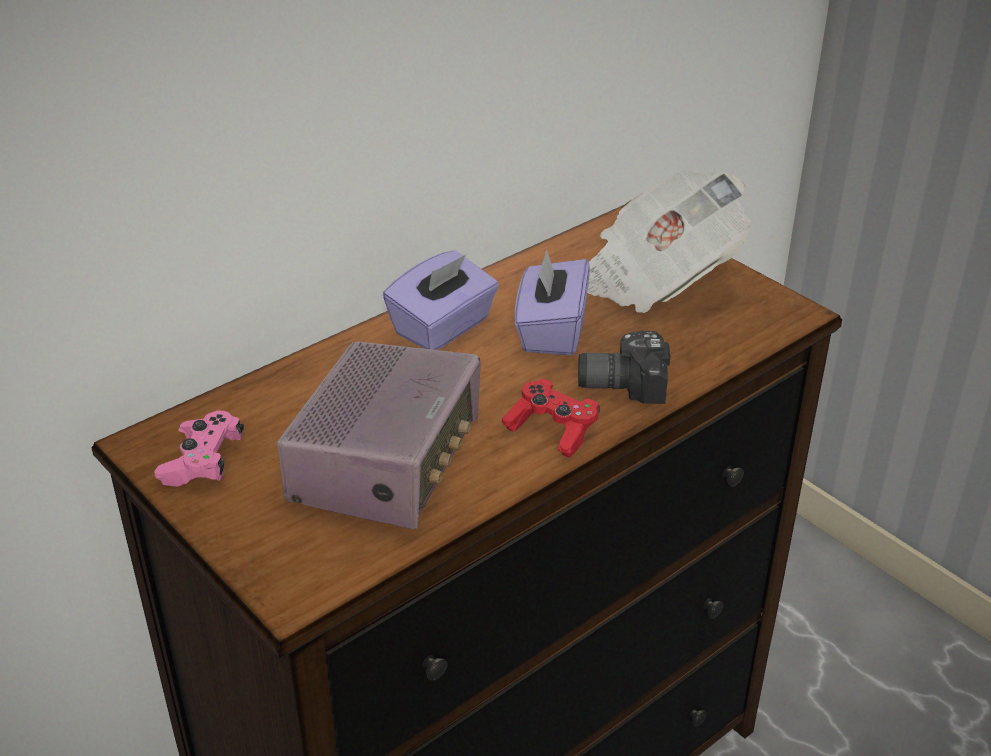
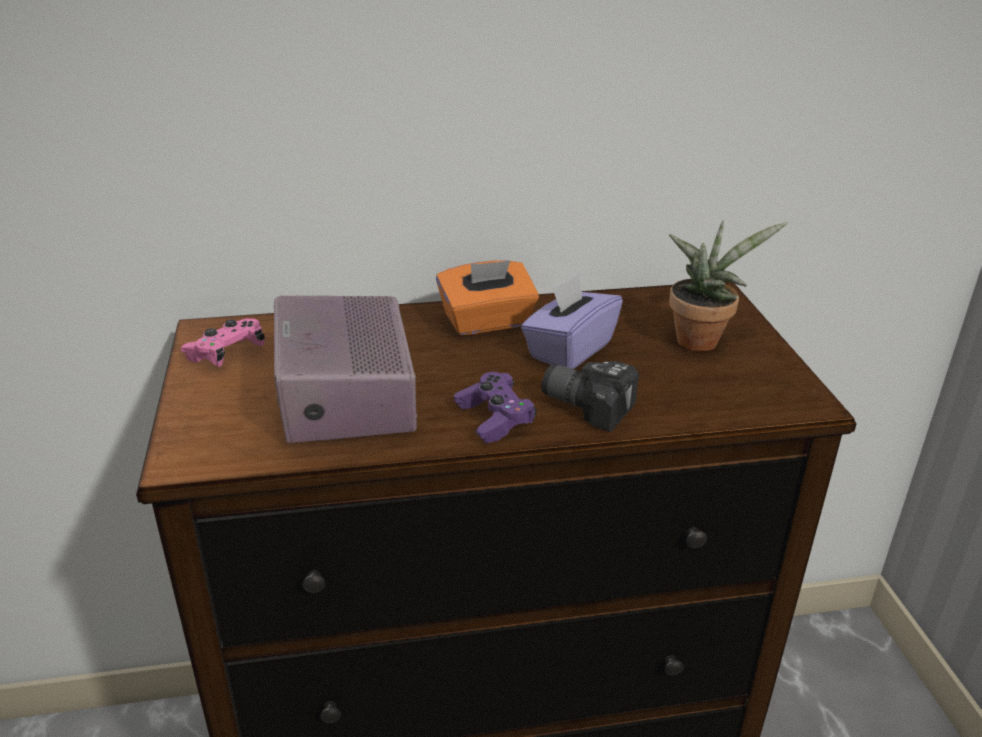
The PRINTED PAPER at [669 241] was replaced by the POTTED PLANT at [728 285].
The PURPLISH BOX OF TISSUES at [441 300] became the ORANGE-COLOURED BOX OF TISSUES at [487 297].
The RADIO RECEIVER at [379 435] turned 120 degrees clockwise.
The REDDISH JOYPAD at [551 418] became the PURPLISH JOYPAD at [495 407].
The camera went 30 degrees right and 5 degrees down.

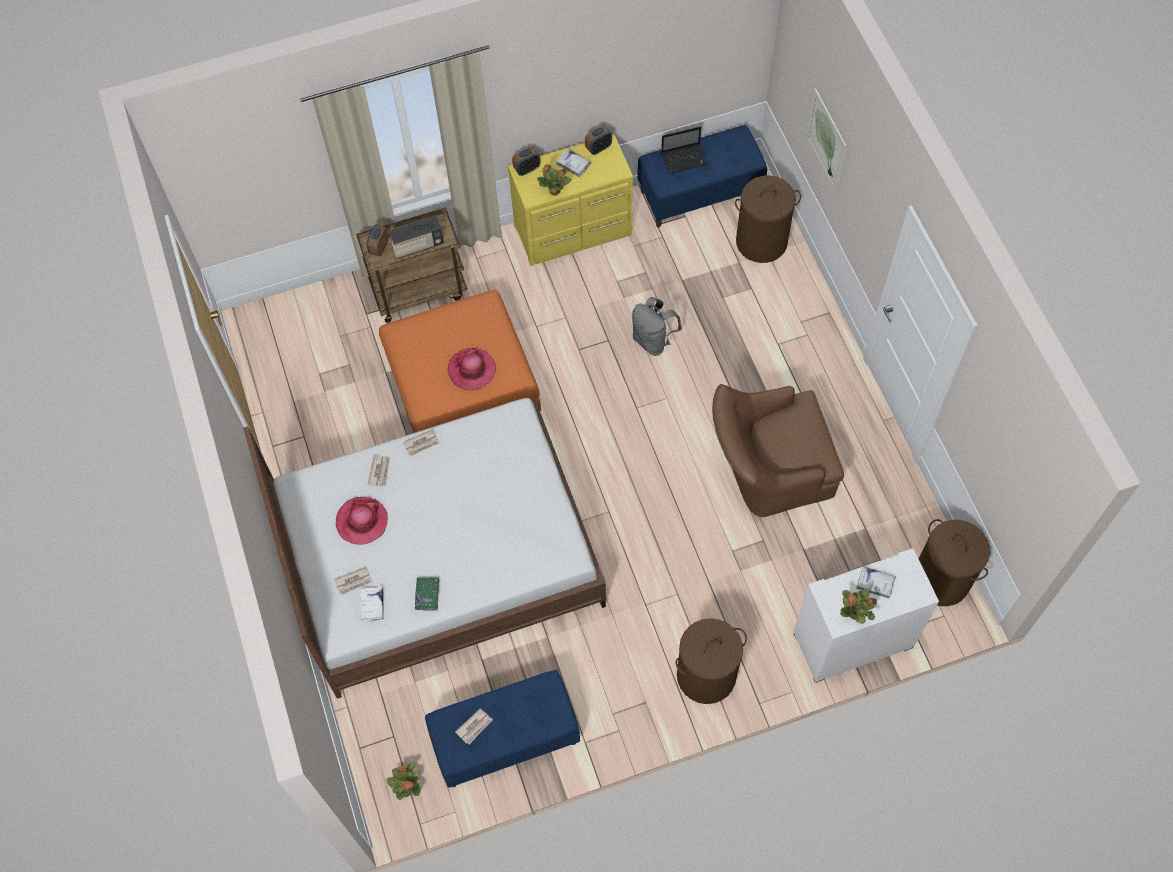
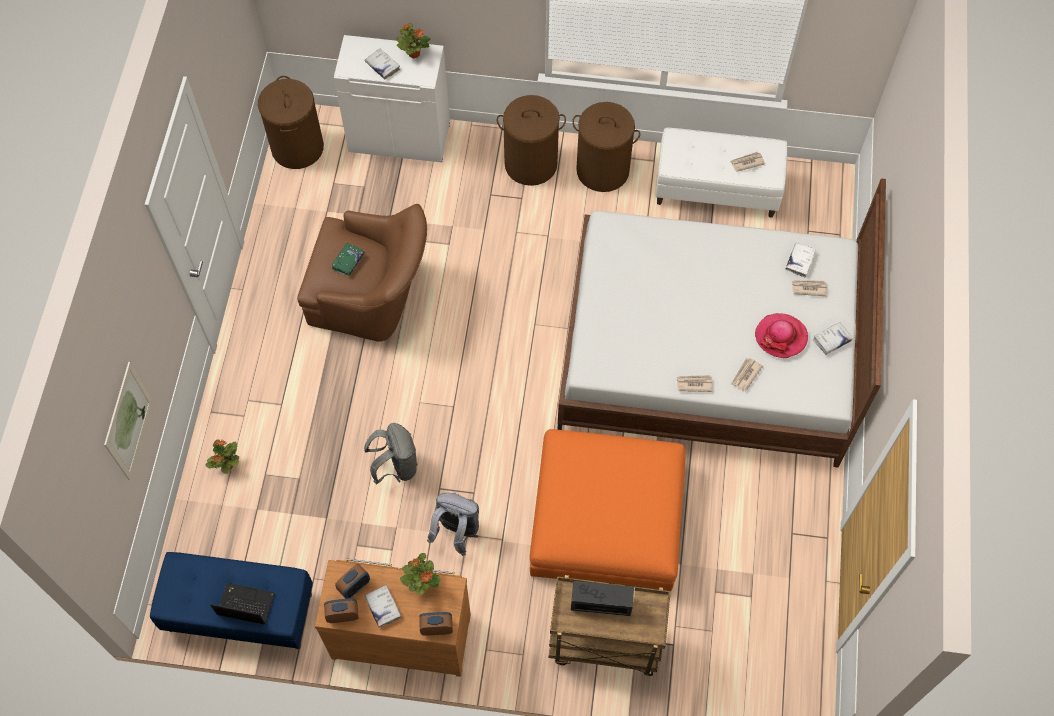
The YELLOW CHEST OF DRAWERS at [570 200] became the BROWN-COLOURED CHEST OF DRAWERS at [393 618].
The BROWN-COLOURED LAUNDRY BASKET moved from [768 219] to [606 147].
The ALARM CLOCK moved from [377 240] to [352 581].
The WEARABLE HAT at [472 369] disappeared.
The GREEN VOLUME moved from [427 594] to [348 259].
The BLUE-COLOURED LONG SEAT at [502 729] became the WHITE LONG SEAT at [721 173].
The POTTED PLANT moved from [403 781] to [222 456].
The WHITE VOLUME at [833 338] appeared.
The GREY RUCKSACK at [453 524] appeared.
The camera went 155 degrees left and 0 degrees up.

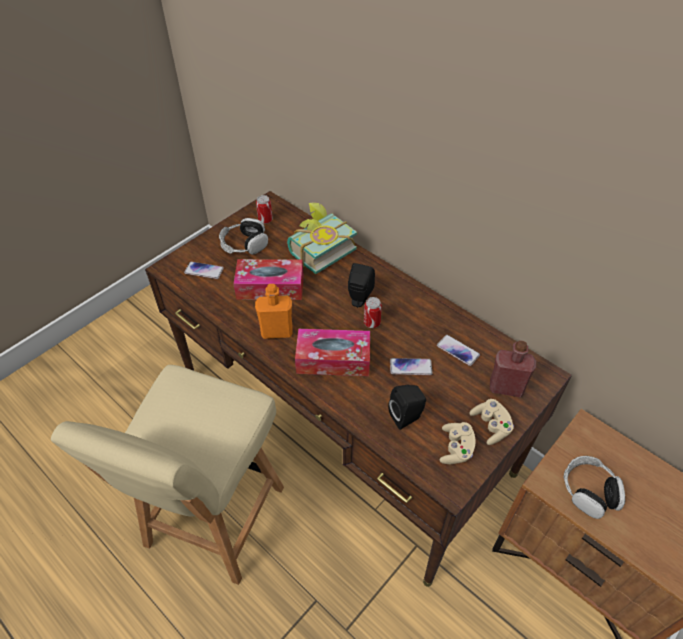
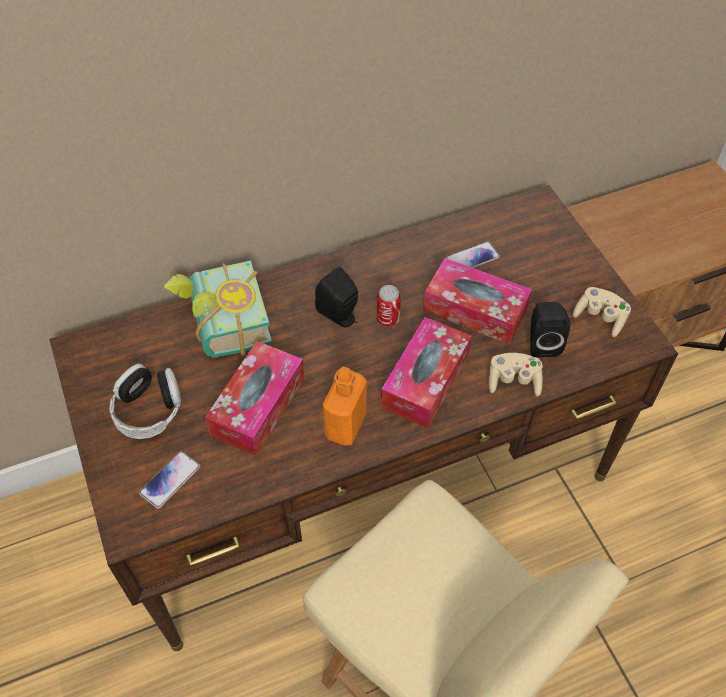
The SEALED CAN at [264 209] disappeared.
The REDDISH BOTTLE at [513 368] disappeared.
The PHONE at [411 366] was replaced by the BOX OF TISSUES at [477 301].
The BEIGE-COLOURED JOYPAD moved from [492 422] to [516 375].
The HEADPHONES at [594 487] disappeared.
The camera went 65 degrees left and 5 degrees up.

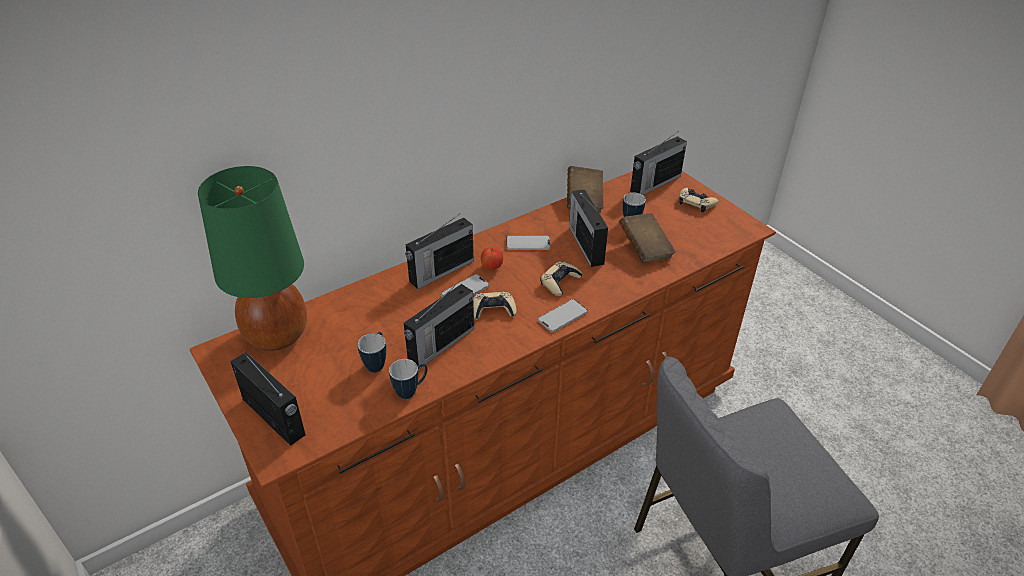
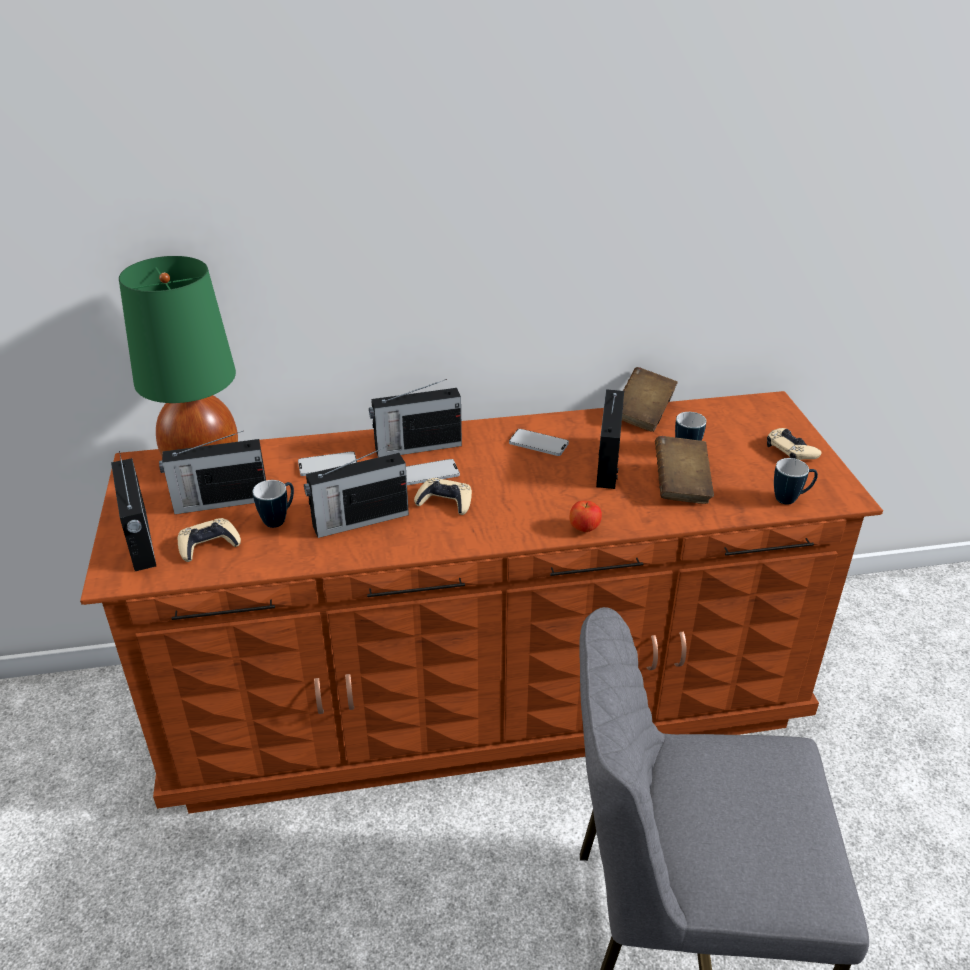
The RADIO RECEIVER moved from [658 163] to [212 472].
The WHOLE APPLE moved from [492 258] to [586 516].
The BEIGE-COLOURED JOYPAD moved from [561 279] to [209 540].
The PHONE moved from [563 315] to [327 463].
The MUG moved from [408 379] to [796 481].
The camera went 25 degrees right and 5 degrees down.

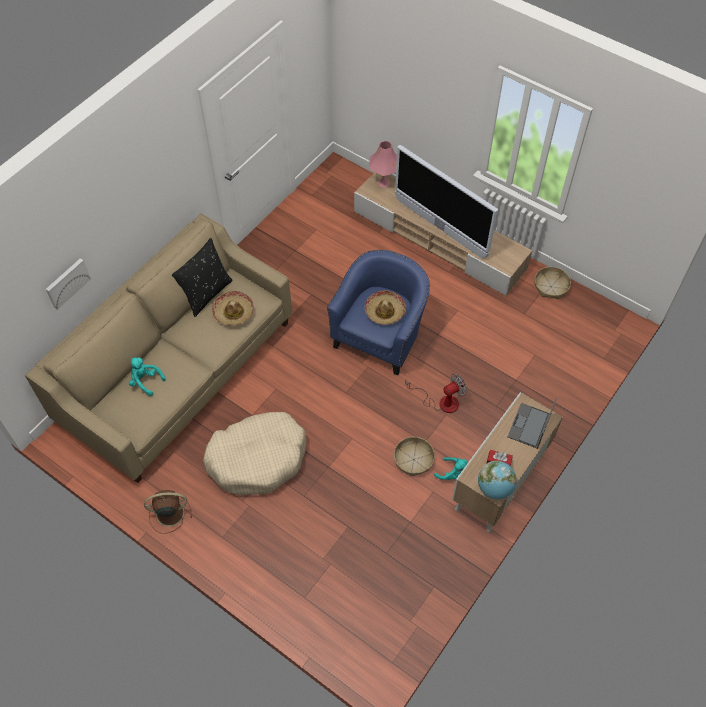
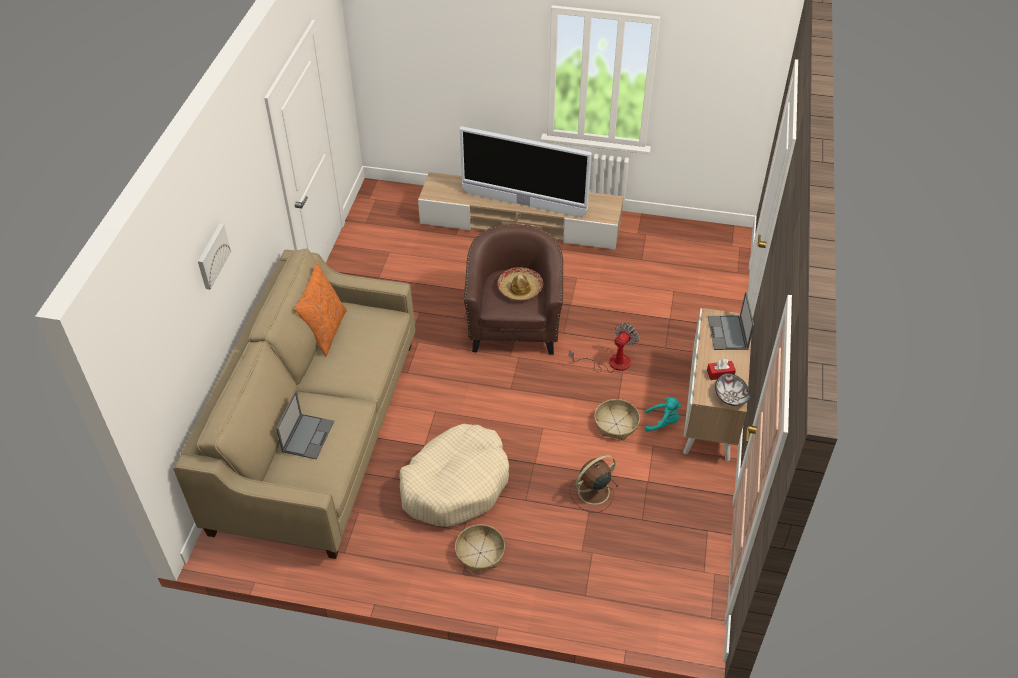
The PINK TABLETOP LAMP at [383 164] disappeared.
The BLACKISH PILLOW at [202 277] became the ORANGE-COLOURED PILLOW at [320 309].
The BLUE-COLOURED EASY CHAIR at [378 312] became the BROWN-COLOURED EASY CHAIR at [513 289].
The WALL ART moved from [68 284] to [214 257].
The STORAGE BASKET moved from [552 283] to [480 548].
The WEARABLE HAT at [233 308] disappeared.
The TURQUOISE SOFT TOY at [147 376] was replaced by the NOTEBOOK COMPUTER at [305 425].
The GLOBE at [497 480] was replaced by the SERVING BOWL at [733 390].
The BROWN-COLOURED ELECTRIC FAN moved from [168 512] to [594 484].
The camera went 25 degrees left and 10 degrees down.

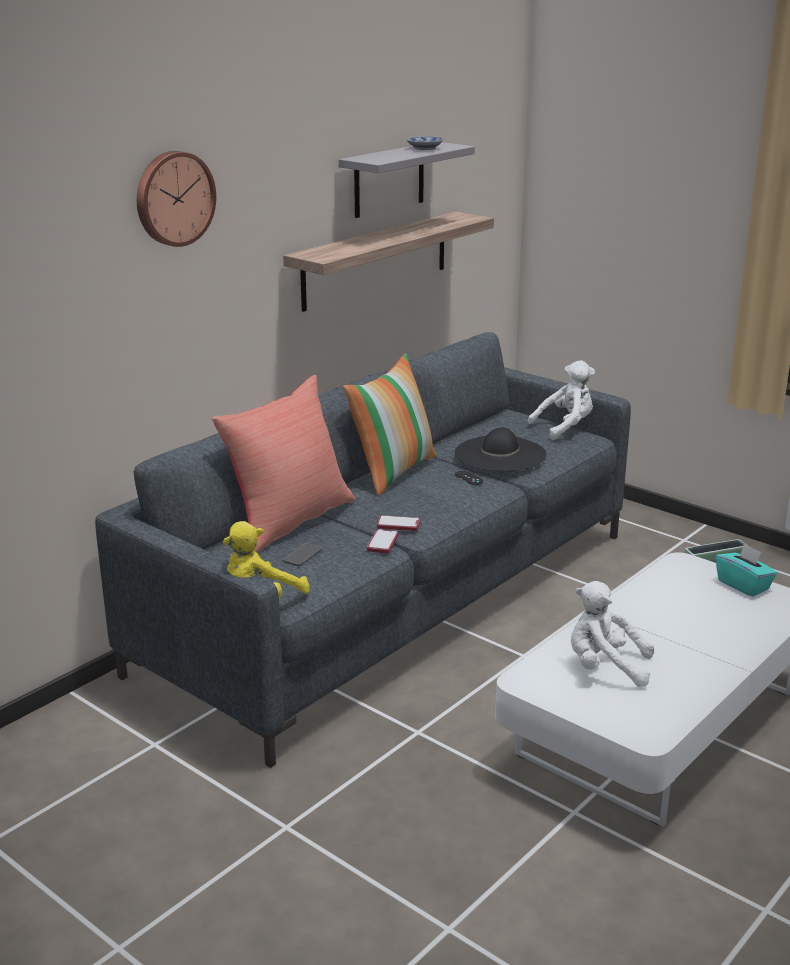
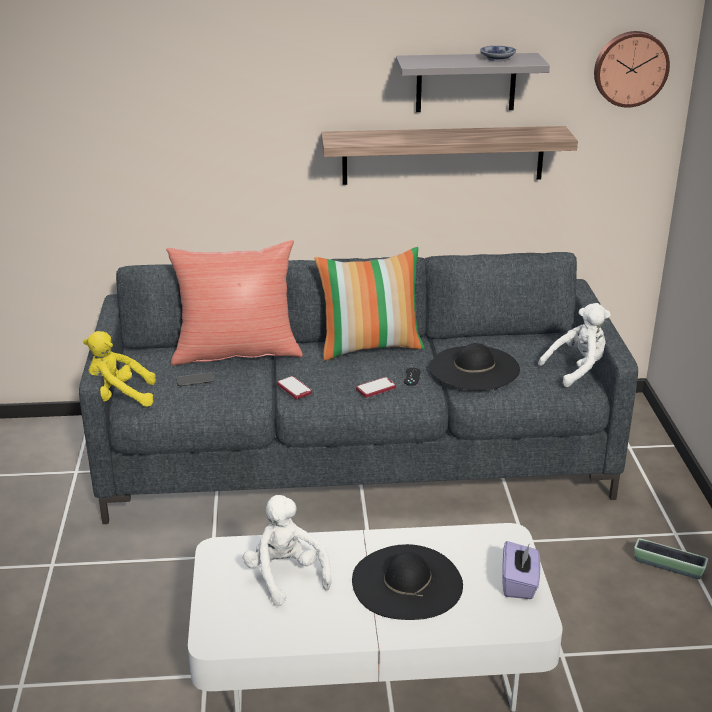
The HANGING CLOCK moved from [176 199] to [632 69].
The WHITE SOFT TOY at [561 400] turned 45 degrees counterclockwise.
The PHONE moved from [383 541] to [376 387].
The TURQUOISE BOX OF TISSUES at [746 570] became the PURPLISH BOX OF TISSUES at [521 570].
The BLACKISH WEARABLE HAT at [407 582] appeared.
The camera went 45 degrees right and 5 degrees up.

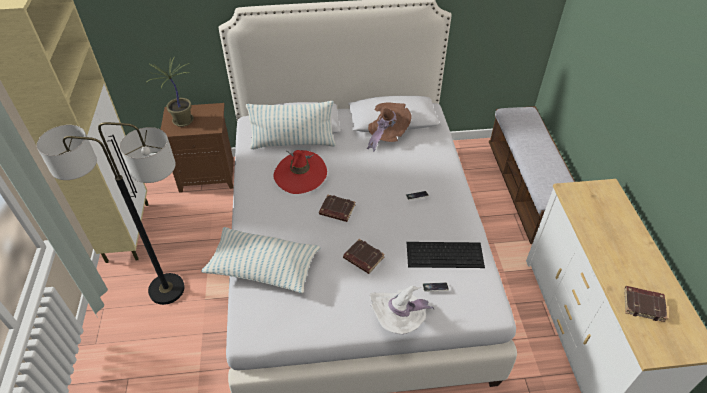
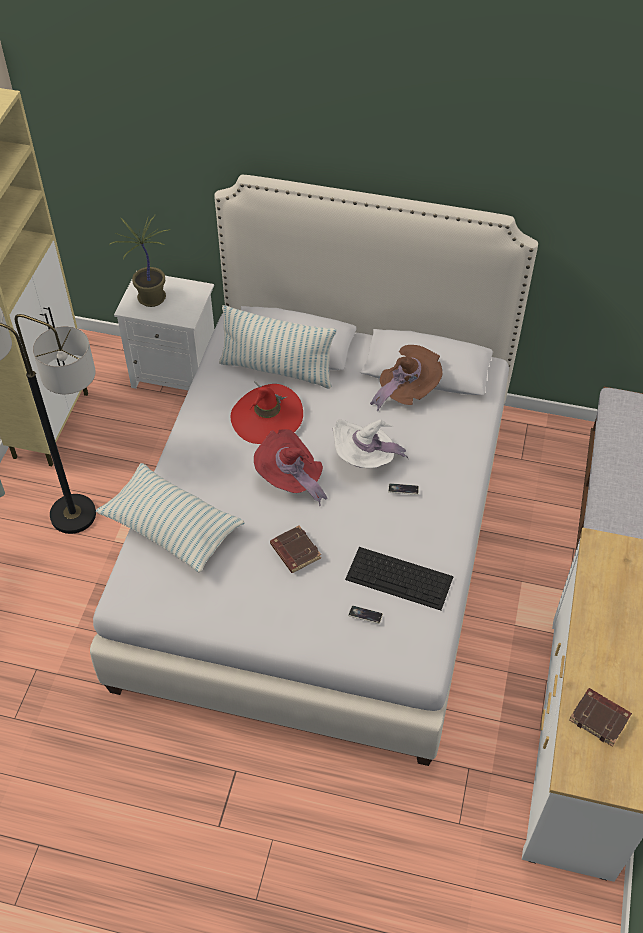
The BROWN-COLOURED NIGHTSTAND at [197 148] became the WHITE NIGHTSTAND at [164 333].
The BROWN-COLOURED VOLUME at [337 208] was replaced by the REDDISH WEARABLE HAT at [291 467].
The WHITE WEARABLE HAT moved from [401 310] to [370 443].
The camera went 20 degrees right and 5 degrees up.

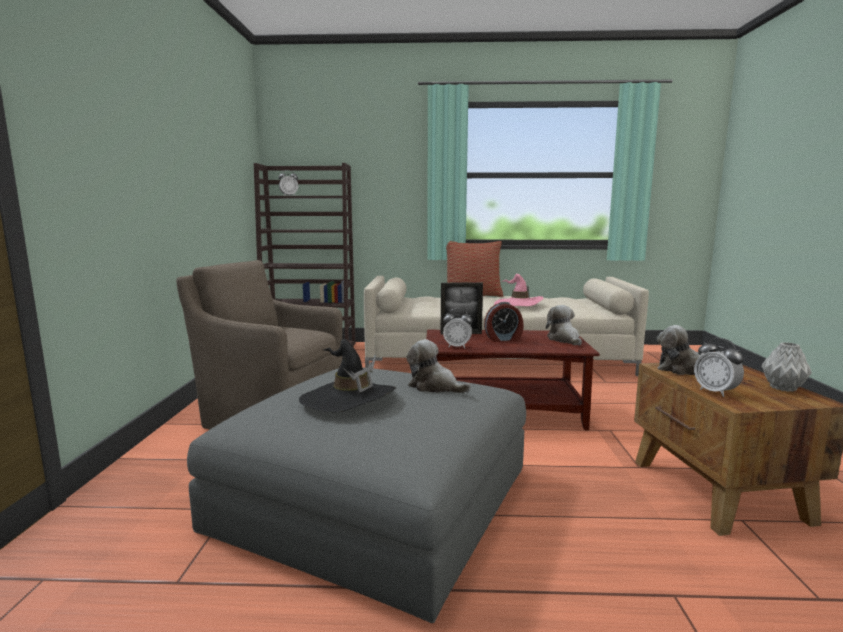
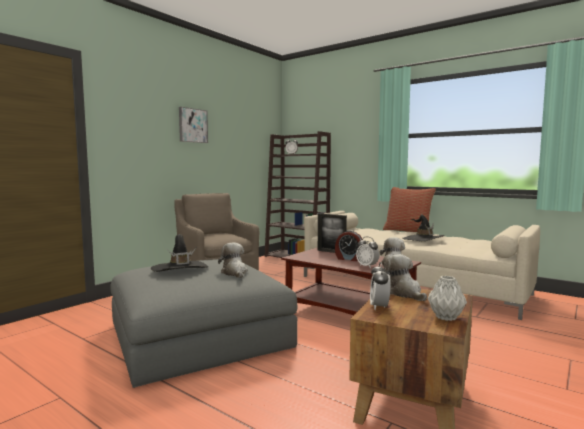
The PINK WEARABLE HAT at [518 290] became the BLACKISH WEARABLE HAT at [423 227].
The ALARM CLOCK moved from [458 328] to [367 252].
The WALL ART at [193 125] appeared.
The camera went 35 degrees right and 5 degrees down.

